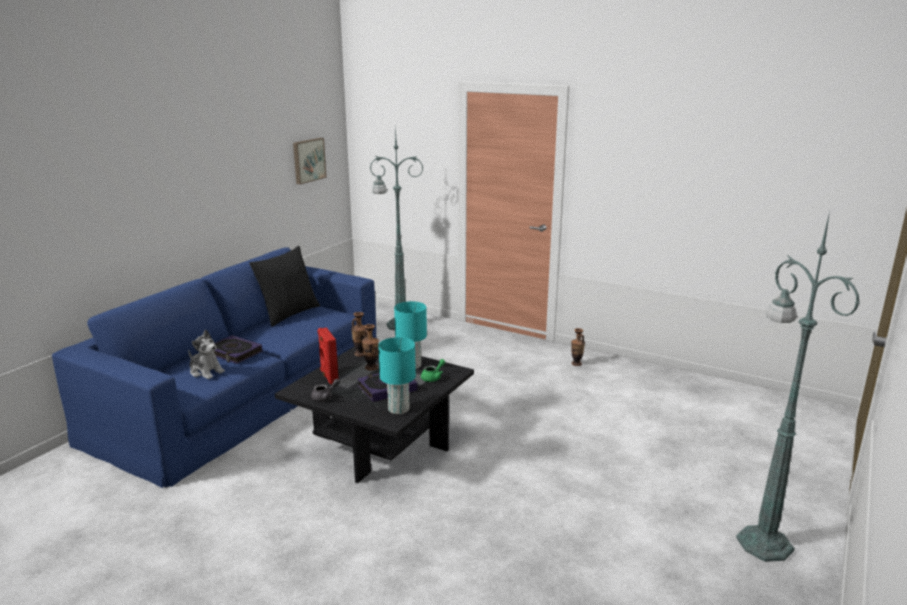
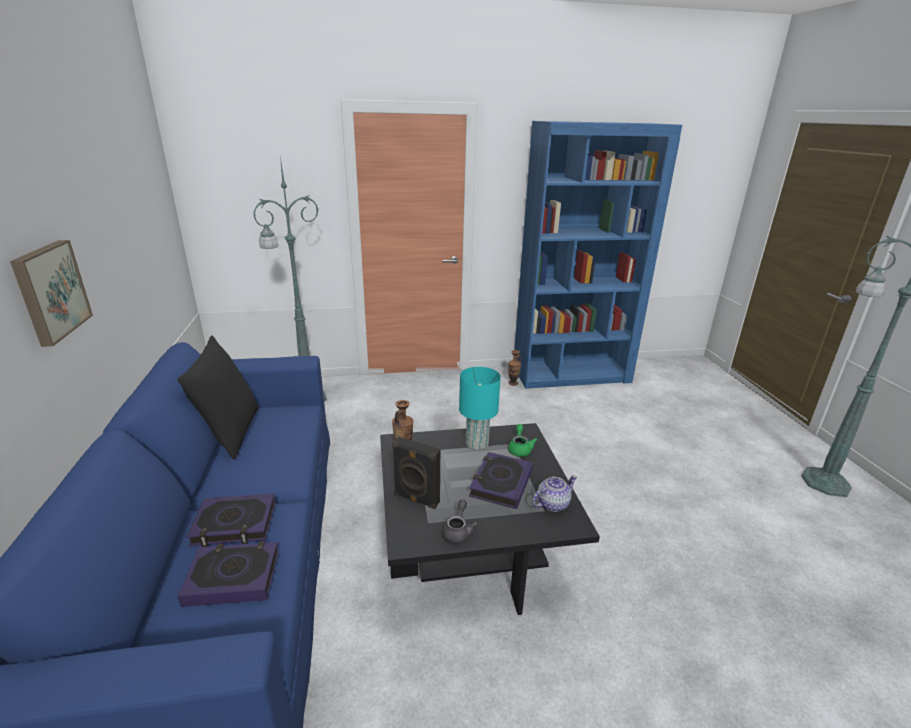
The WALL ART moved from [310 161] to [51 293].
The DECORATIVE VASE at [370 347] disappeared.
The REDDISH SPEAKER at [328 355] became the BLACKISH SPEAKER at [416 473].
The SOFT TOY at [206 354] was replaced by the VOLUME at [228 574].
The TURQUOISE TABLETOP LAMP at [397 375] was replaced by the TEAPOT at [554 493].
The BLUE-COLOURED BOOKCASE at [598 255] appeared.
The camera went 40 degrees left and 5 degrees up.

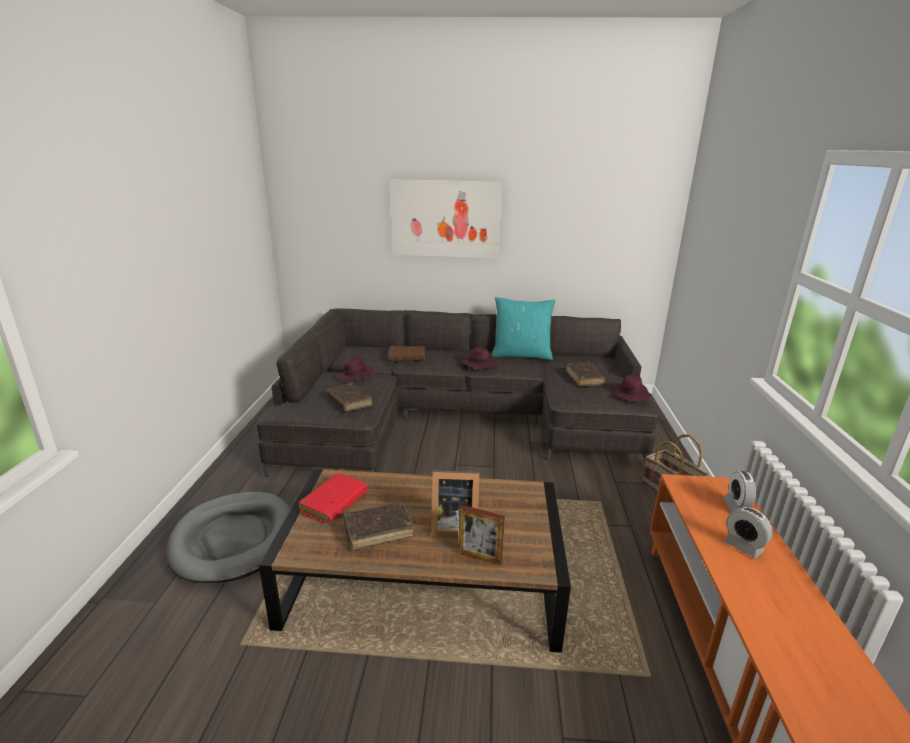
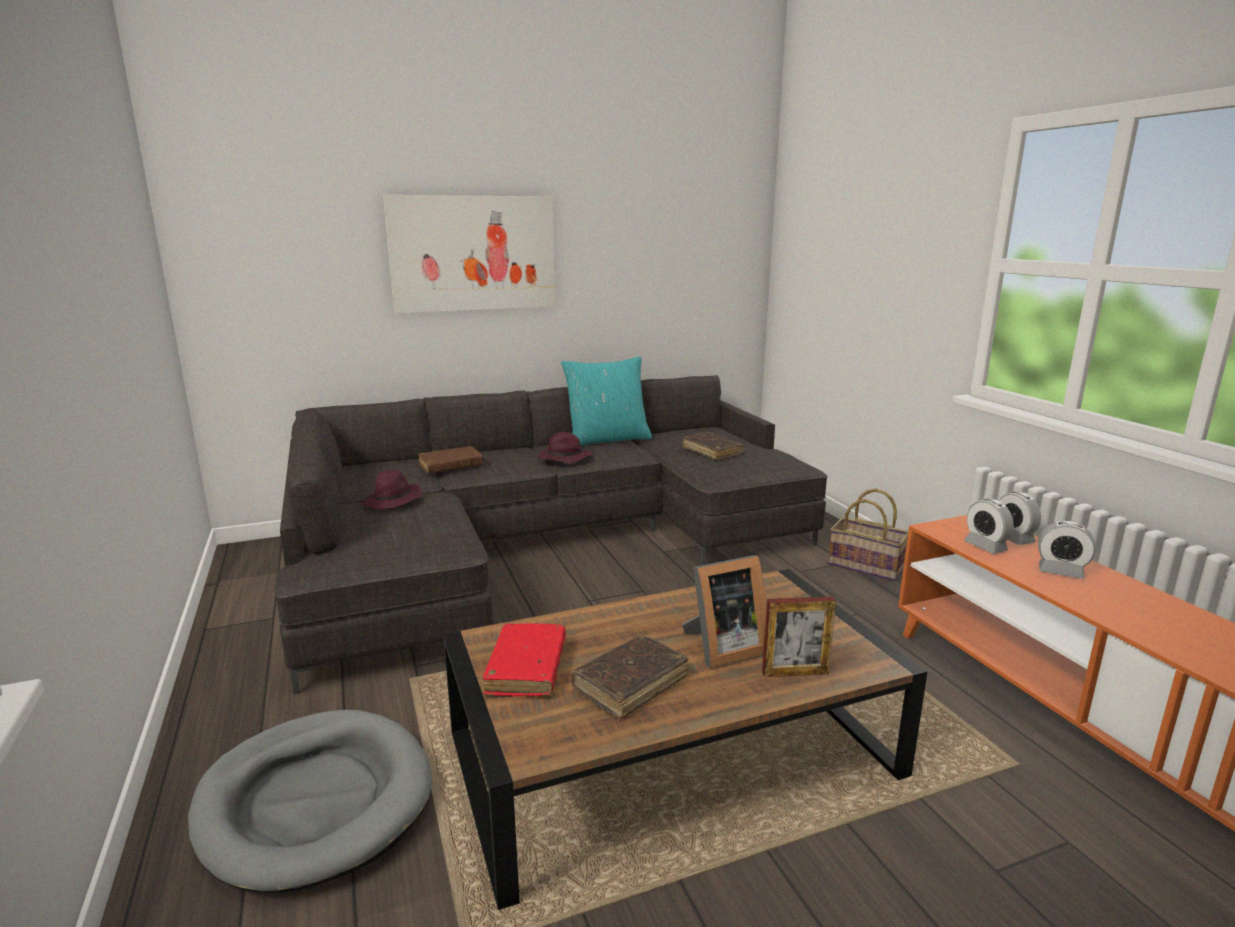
The PURPLISH WEARABLE HAT at [632 388] disappeared.
The BROWN-COLOURED VOLUME at [349 397] disappeared.
The ALARM CLOCK at [989 526] appeared.
The camera went 25 degrees left and 5 degrees down.

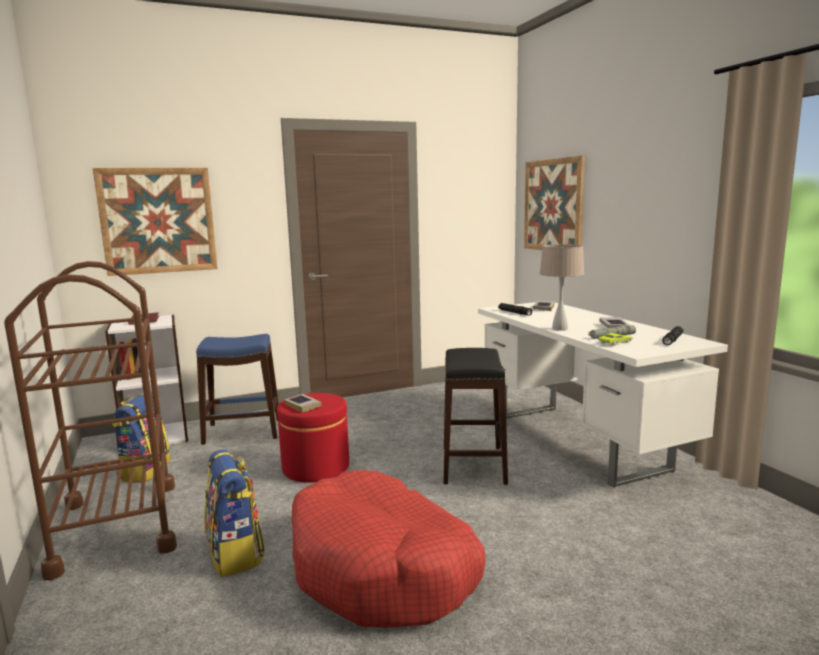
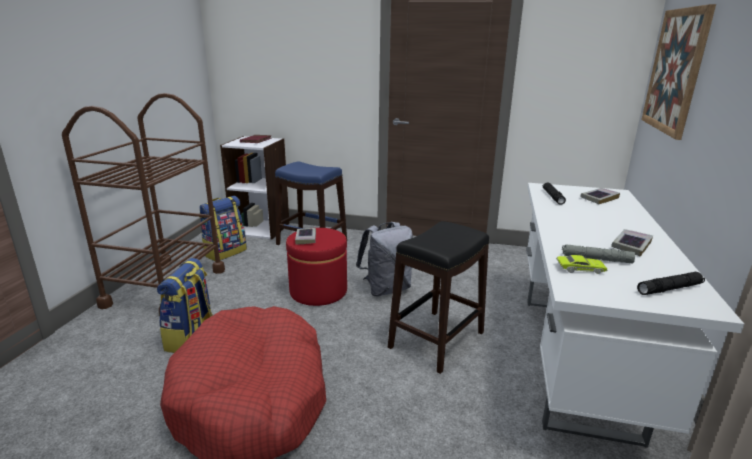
The WALL ART at [155 222] disappeared.
The BEIGE-COLOURED TABLETOP LAMP at [562 287] disappeared.
The GREY RUCKSACK at [384 259] appeared.
The camera went 35 degrees right and 10 degrees up.

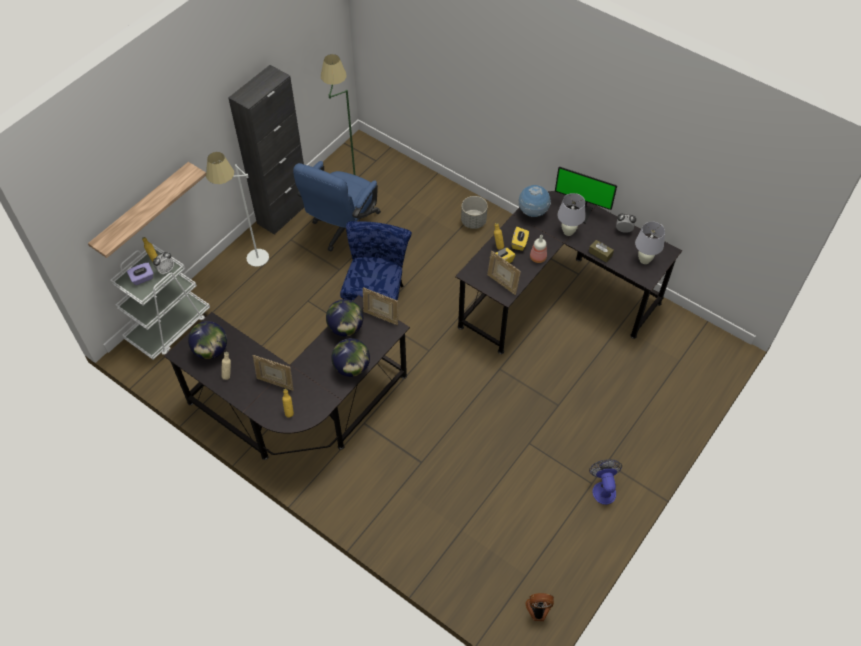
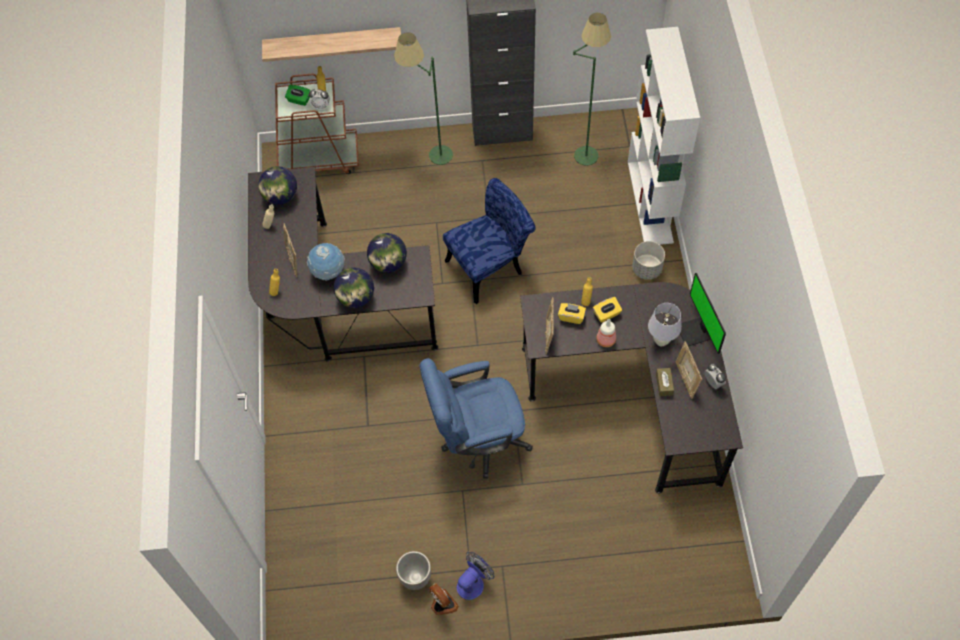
The WHITE STANDARD LAMP at [237 209] became the GREEN STANDARD LAMP at [423 98].
The BLUE-COLOURED COMPUTER CHAIR moved from [337 206] to [476 418].
The GLOBE moved from [535 201] to [326 262].
The WHITE TABLETOP LAMP at [650 243] disappeared.
The WHITE TROLLEY at [160 302] became the BROWN-COLOURED TROLLEY at [317 124].
The PURPLISH BOX OF TISSUES at [140 274] became the GREEN BOX OF TISSUES at [298 95].
The STANDING FRAME moved from [380 306] to [689 370].
The ELECTRIC FAN moved from [539 607] to [444 599].
The WHITE BOOKCASE at [664 136] appeared.
The FLOWER POT at [413 570] appeared.
The camera went 50 degrees right and 5 degrees up.

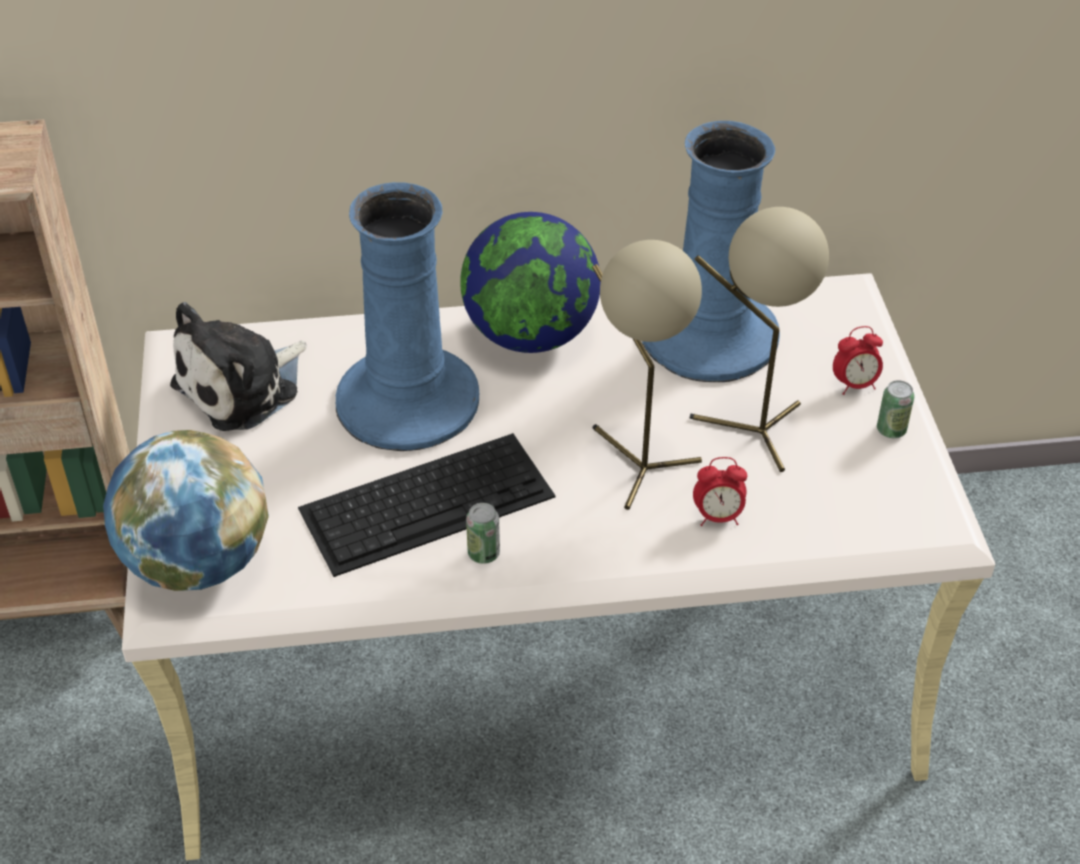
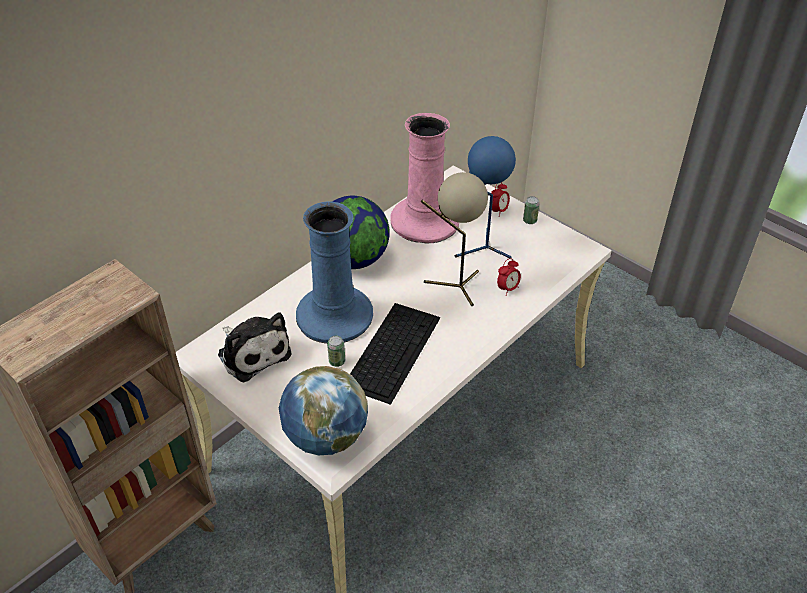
The BLUE-COLOURED DECORATIVE VASE at [711 251] became the PINK DECORATIVE VASE at [424 178].
The BEIGE-COLOURED TABLETOP LAMP at [759 339] became the BLUE-COLOURED TABLETOP LAMP at [485 197].
The SOFT TOY at [238 366] turned 45 degrees counterclockwise.
The SEALED CAN moved from [483 533] to [336 351].
The camera went 40 degrees left and 0 degrees up.

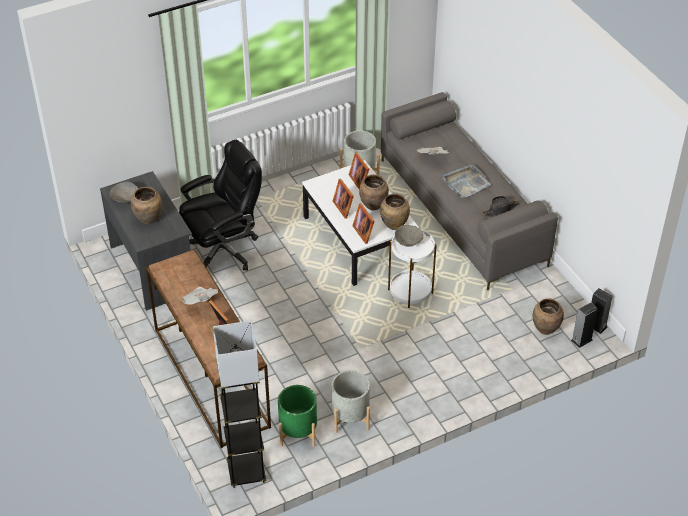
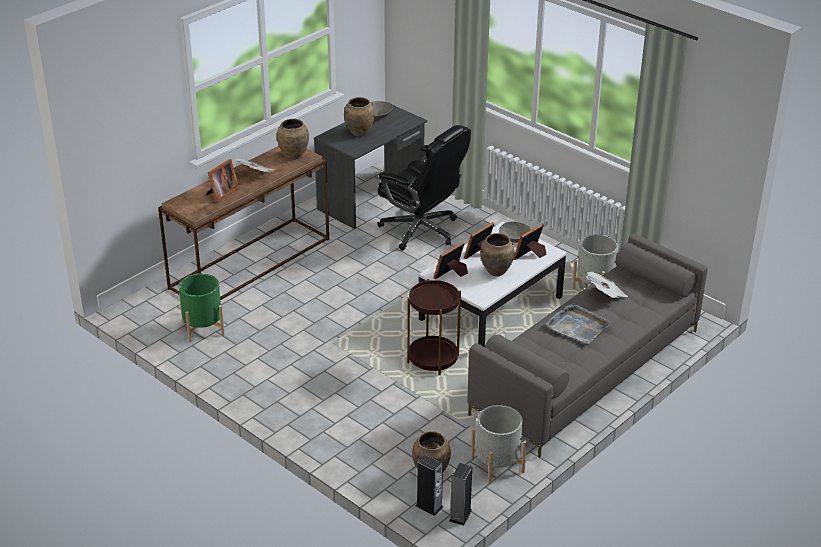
The BROWN-COLOURED DECORATIVE VASE moved from [395 211] to [293 139].
The BLACKISH WEARABLE HAT at [500 206] disappeared.
The GREY SERVING BOWL moved from [409 236] to [515 232].
The WHITE ACCENT TABLE at [412 269] became the BROWN-COLOURED ACCENT TABLE at [434 327].
The GREY STANDARD LAMP at [240 404] disappeared.
The GREY FLOWER POT moved from [351 401] to [499 444].
The camera went 70 degrees right and 10 degrees down.

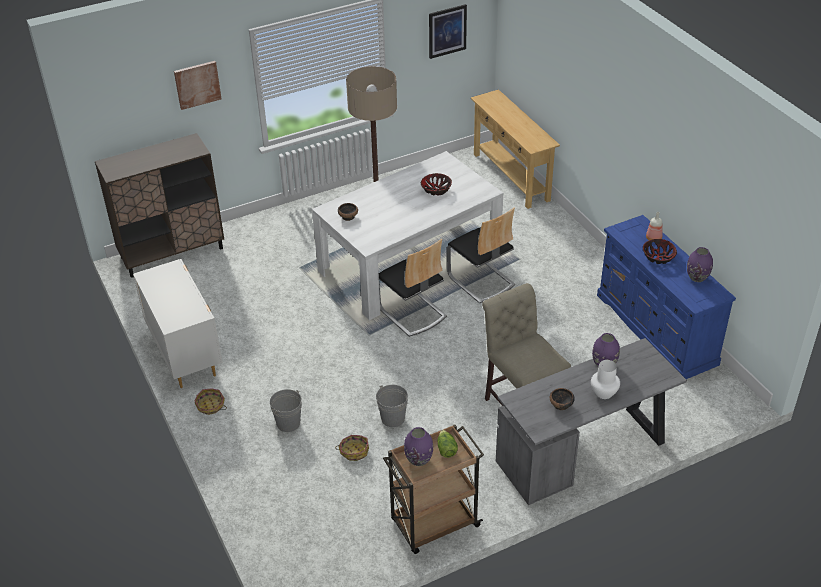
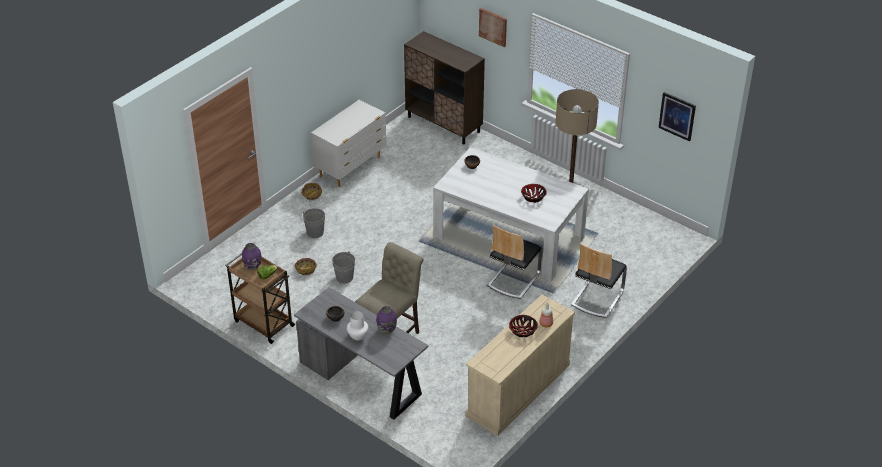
The BEIGE-COLOURED HALL TABLE at [515 149] disappeared.
The BLUE-COLOURED CHEST OF DRAWERS at [666 297] became the BEIGE-COLOURED CHEST OF DRAWERS at [520 365].
The PLAIN CHAIR moved from [413 288] to [599 280].
The PURPLISH DECORATIVE VASE at [700 264] disappeared.
The camera went 65 degrees right and 0 degrees up.

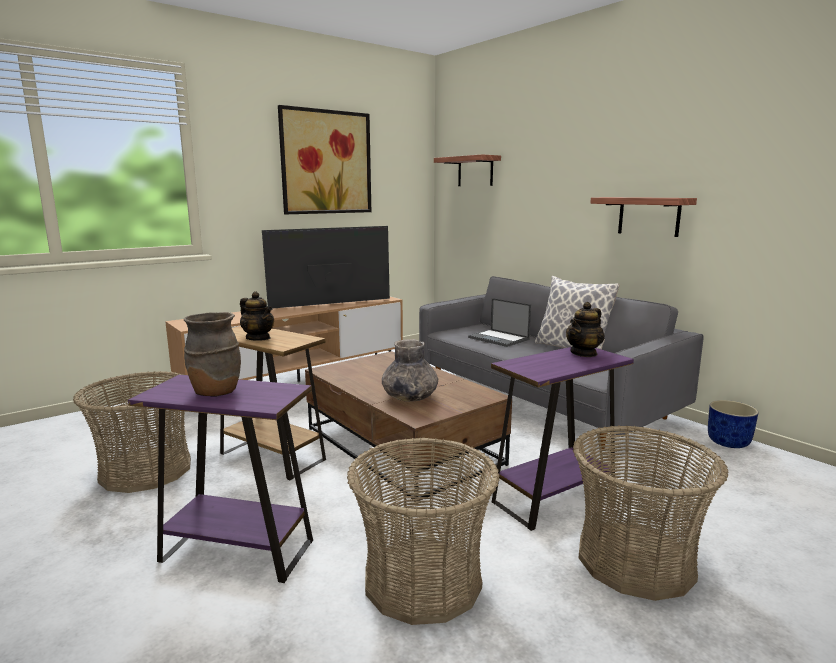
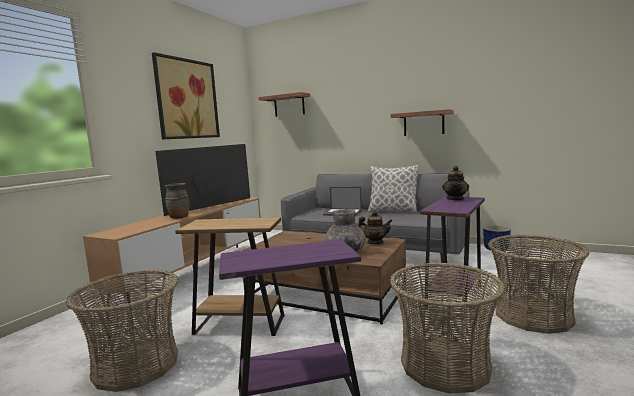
The TEAPOT moved from [257 316] to [375 227].
The BROWN-COLOURED DECORATIVE VASE moved from [212 354] to [177 200].
The camera went 25 degrees left and 5 degrees down.

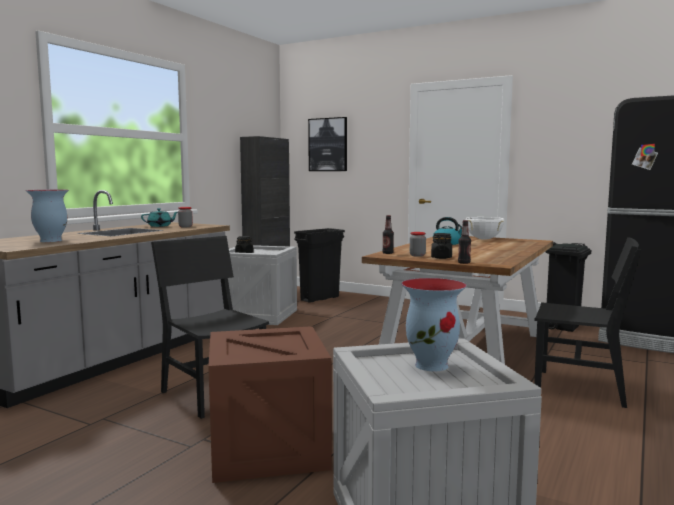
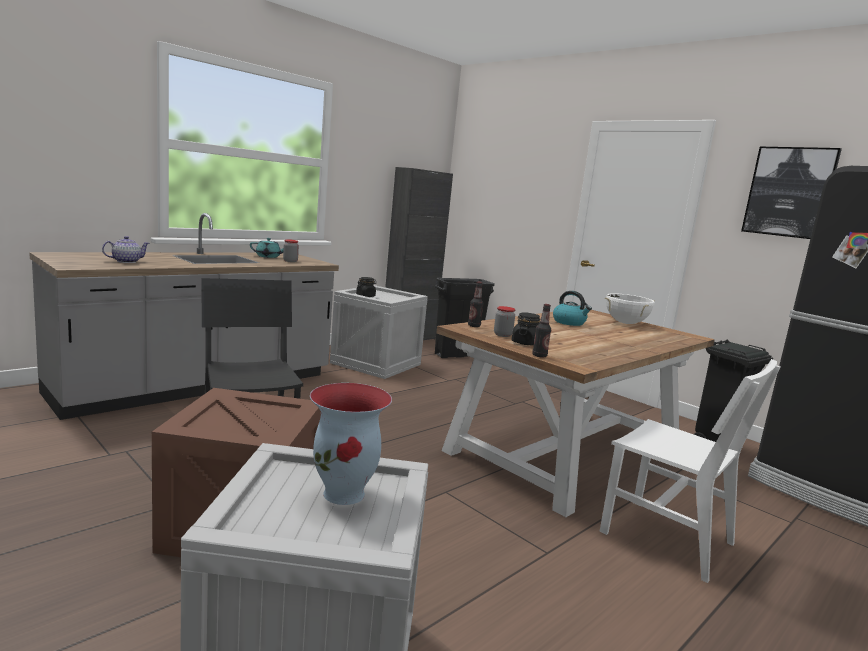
The WALL ART moved from [327 144] to [791 193].
The DECORATIVE VASE at [47 216] was replaced by the TEAPOT at [126 249].
The BLACKISH PLAIN CHAIR at [587 322] became the WHITE PLAIN CHAIR at [690 471].
The camera went 15 degrees right and 5 degrees up.

